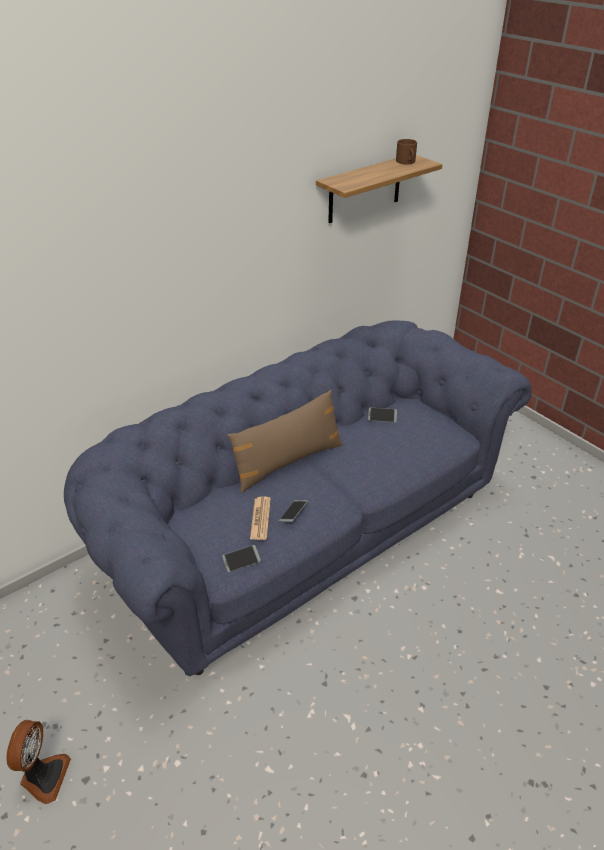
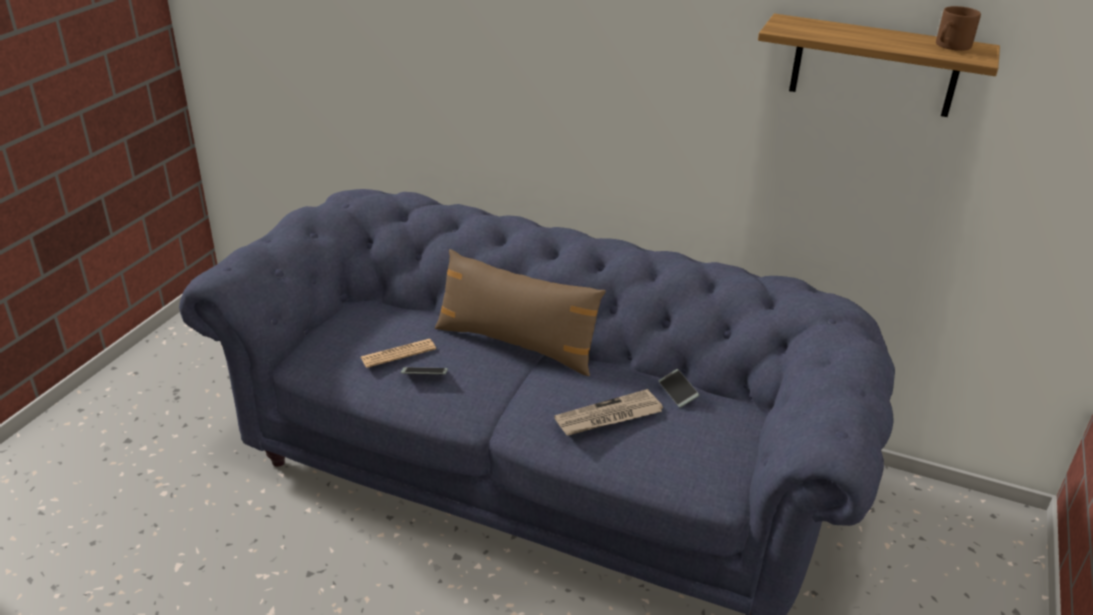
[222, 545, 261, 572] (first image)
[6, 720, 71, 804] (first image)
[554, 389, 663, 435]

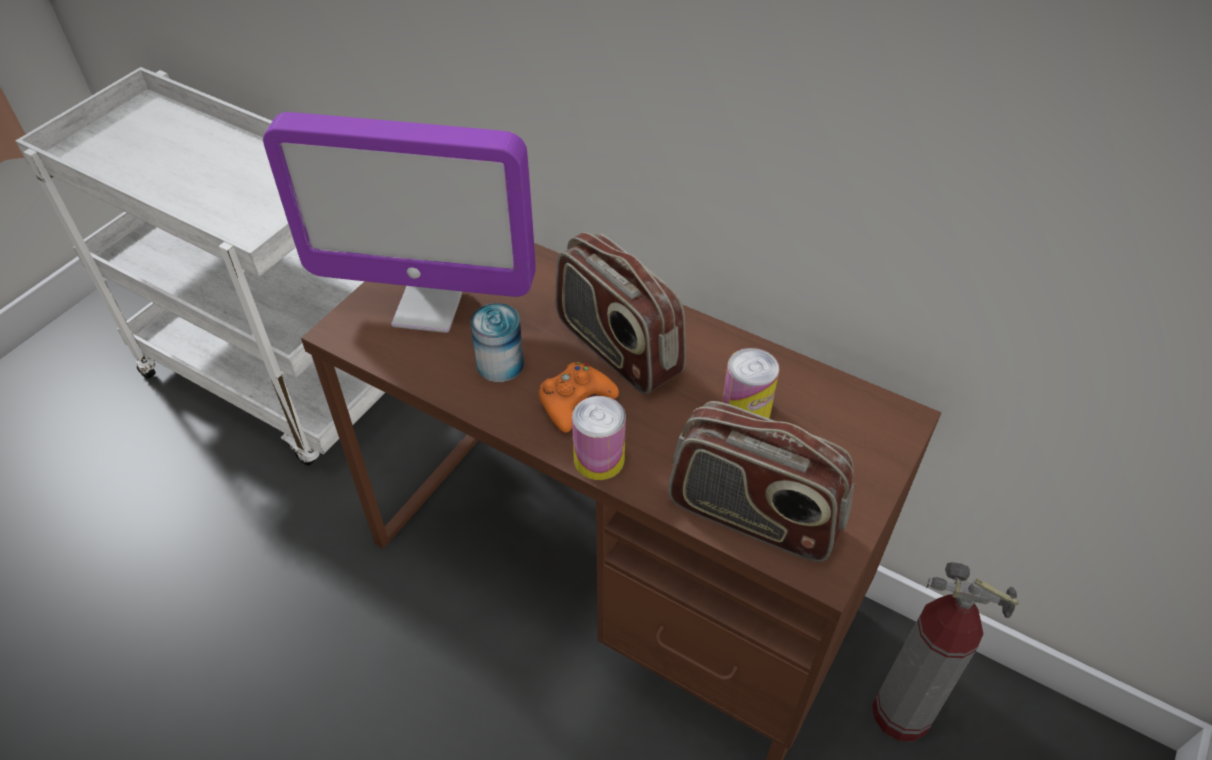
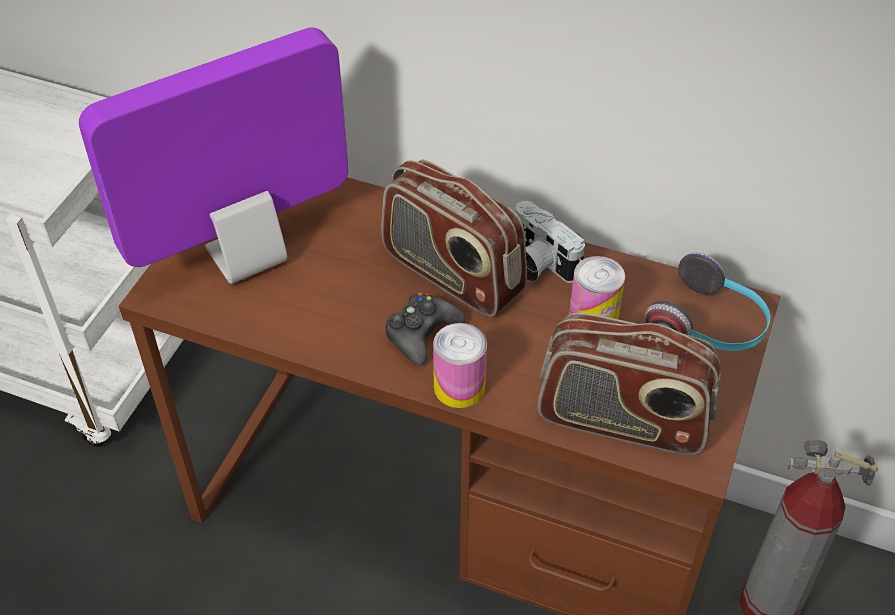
[79, 27, 348, 284]
[470, 303, 524, 382] (first image)
[385, 292, 465, 366]
[516, 201, 585, 283]
[644, 253, 770, 351]

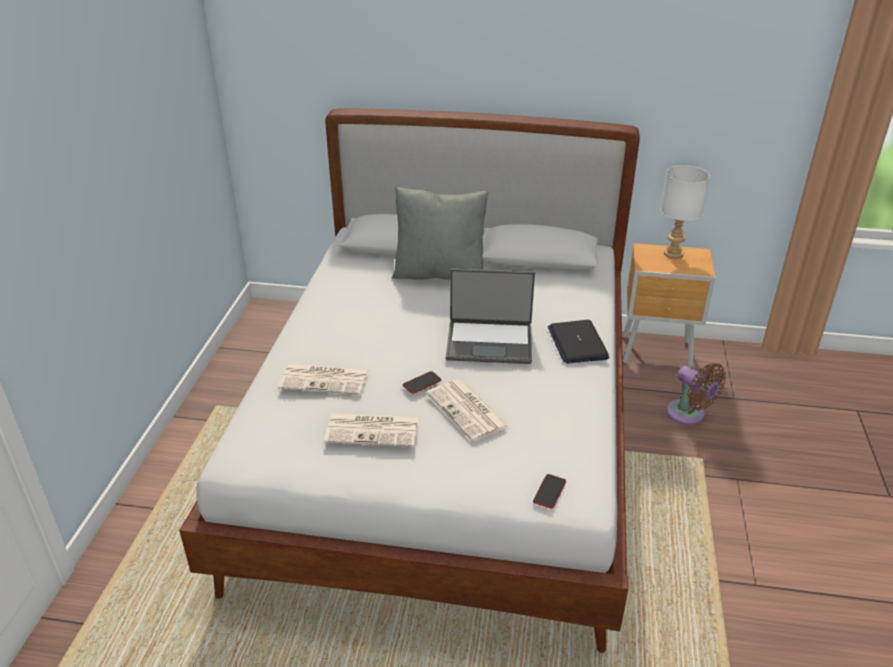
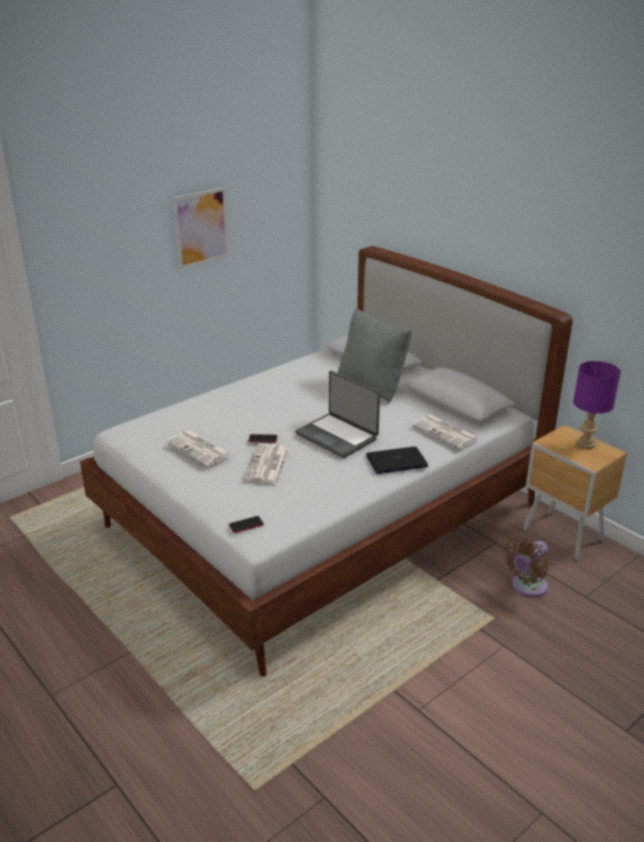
[573, 361, 621, 449]
[366, 446, 428, 474]
[504, 537, 548, 597]
[412, 415, 479, 449]
[173, 187, 229, 270]

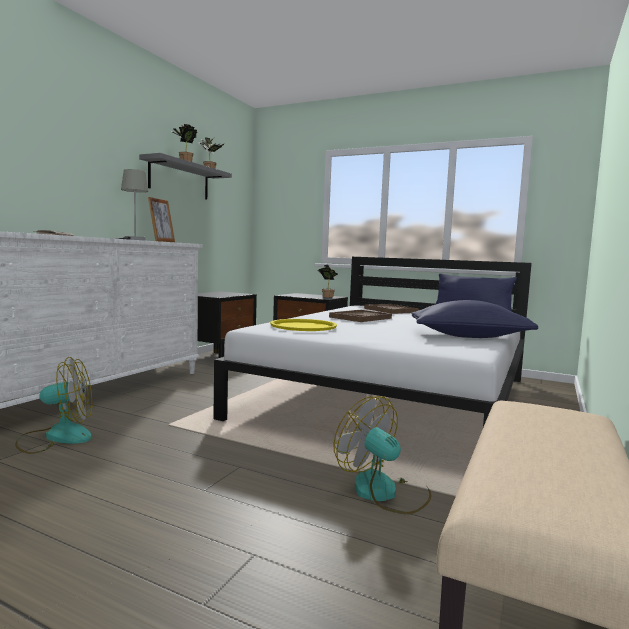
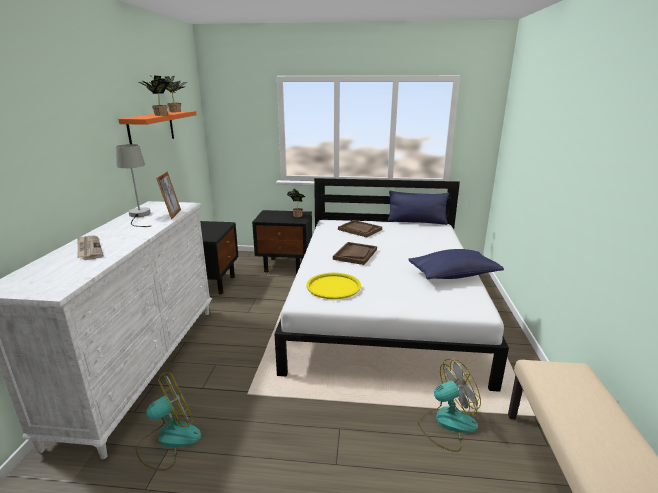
[118, 111, 197, 144]
[418, 359, 481, 452]

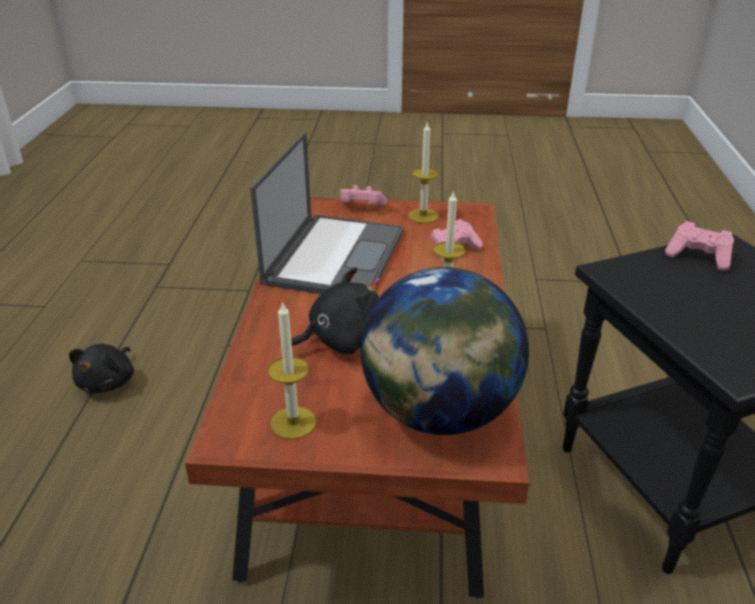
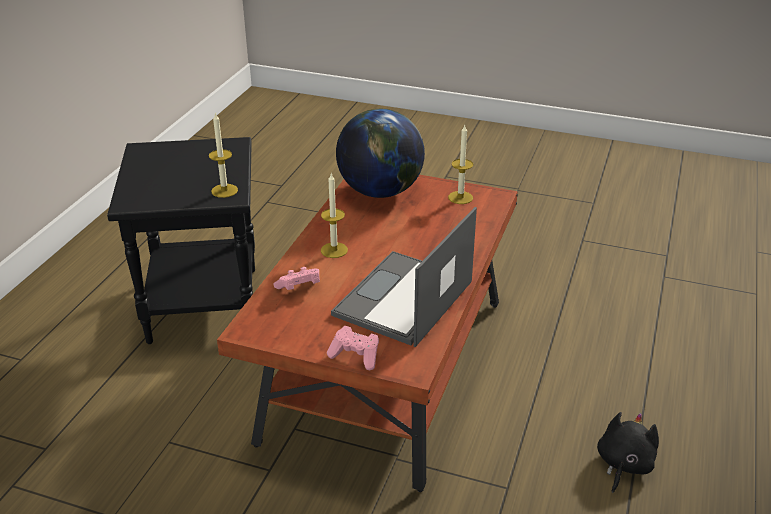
[209, 112, 238, 198]
[665, 221, 734, 271] (first image)
[291, 267, 380, 355] (first image)

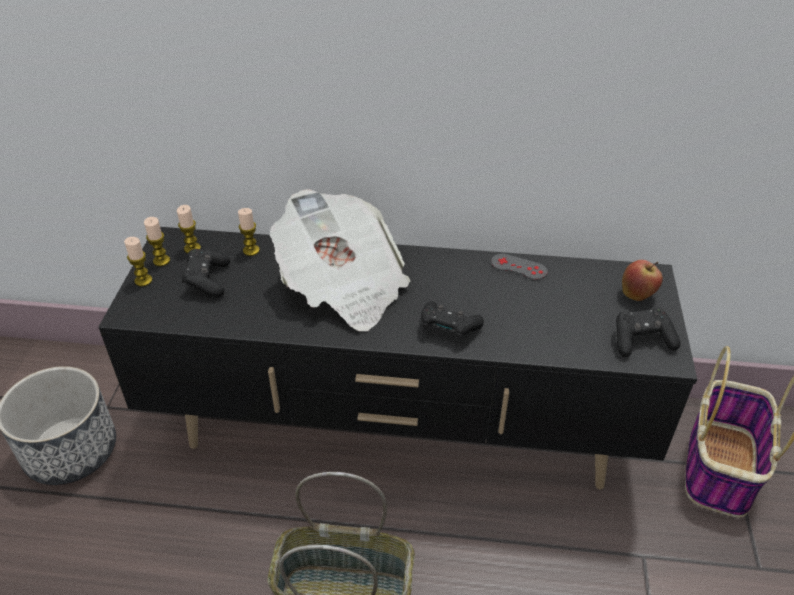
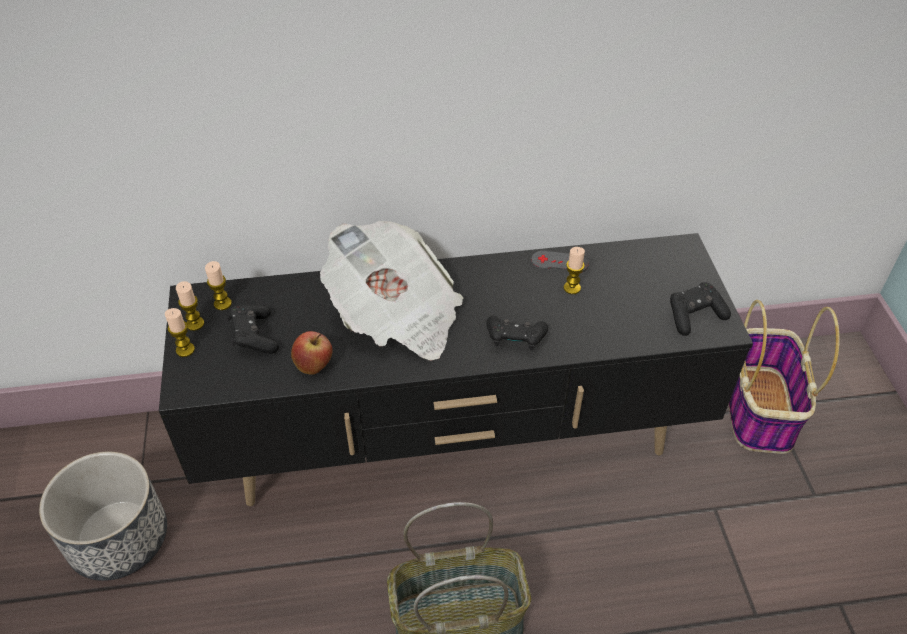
[563, 247, 585, 294]
[291, 331, 333, 375]

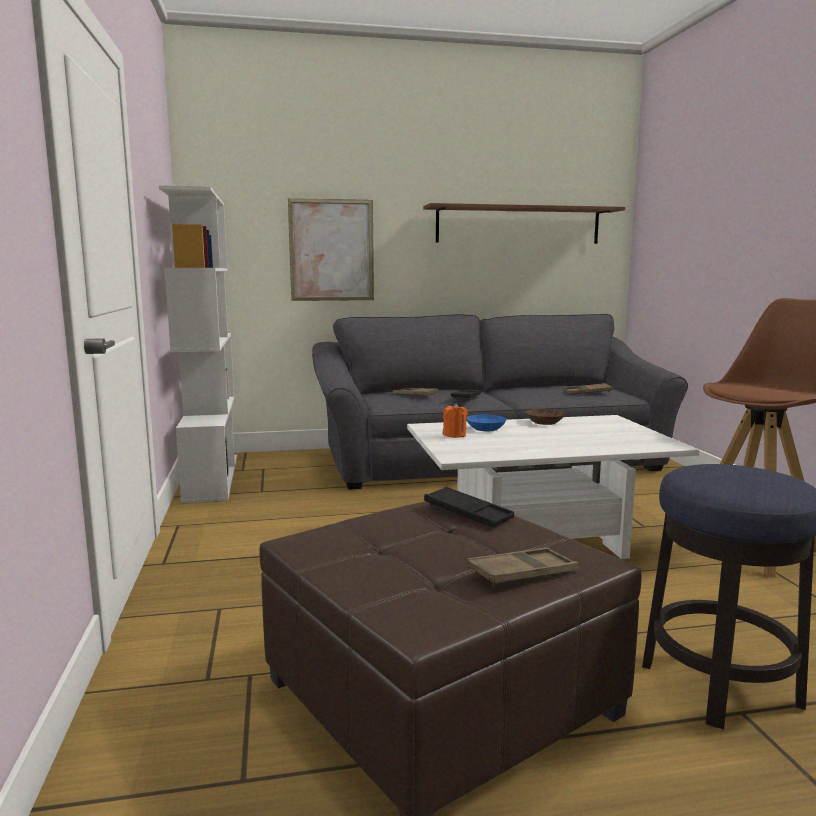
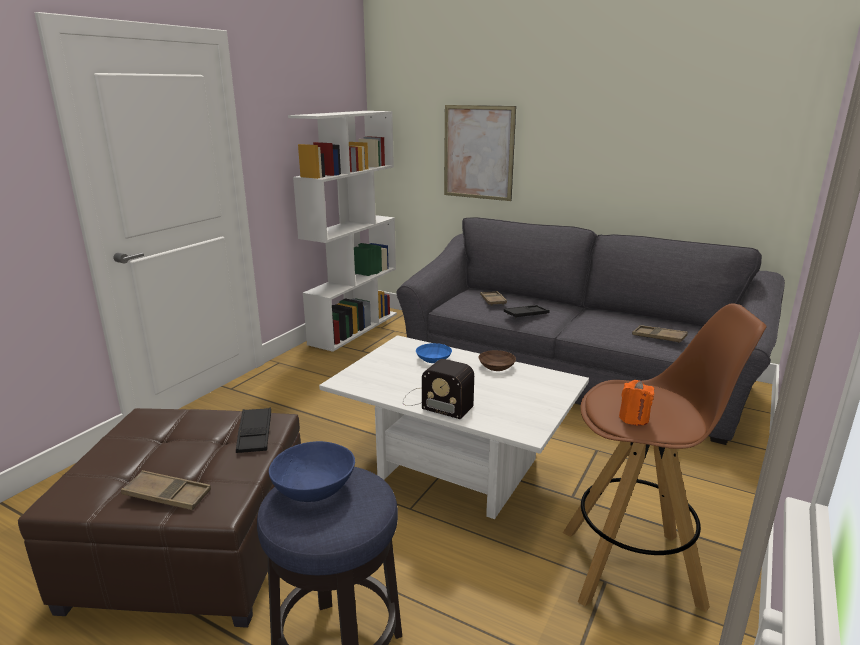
[423, 203, 625, 244] (first image)
[619, 380, 654, 426]
[403, 359, 474, 419]
[269, 441, 355, 502]

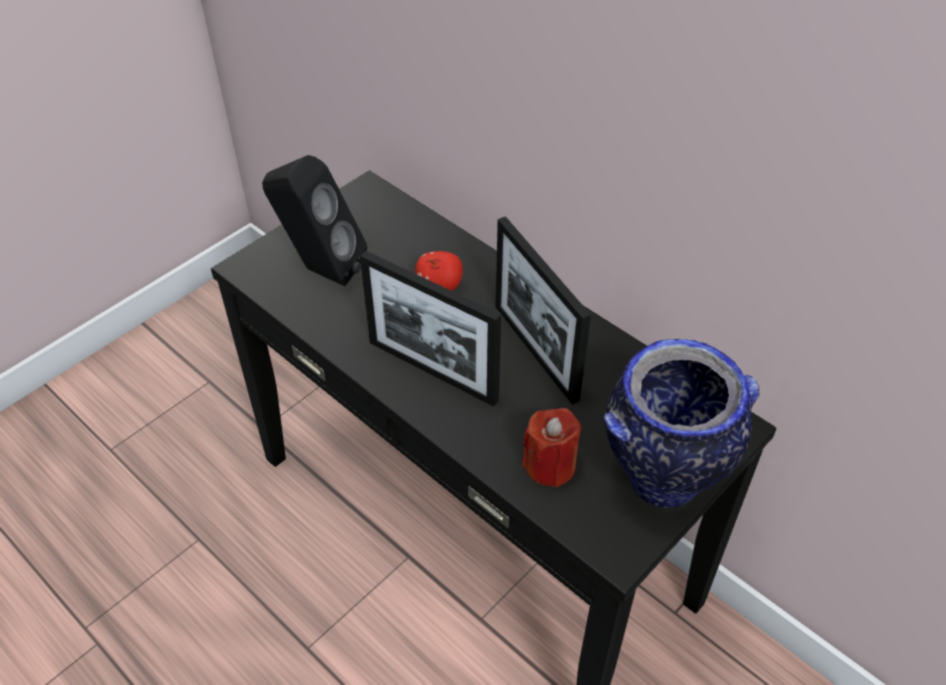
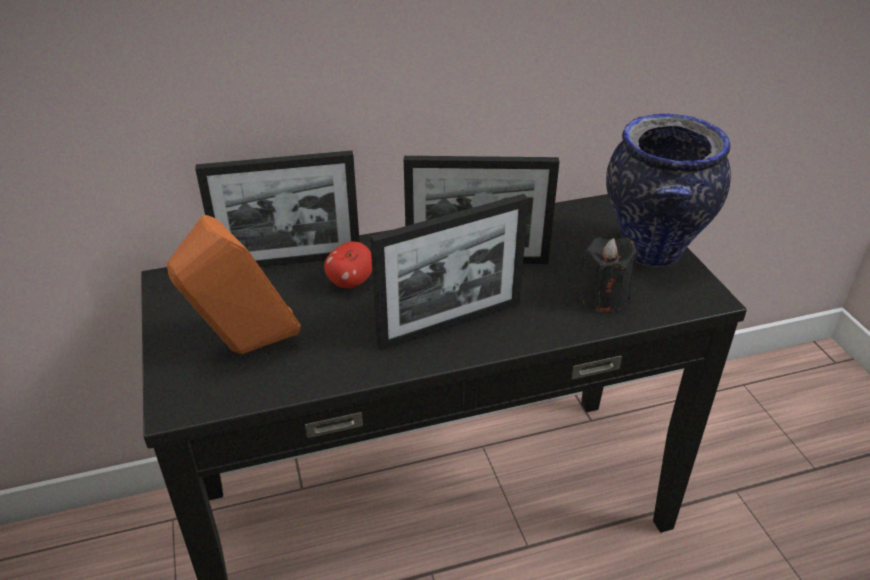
[167, 215, 301, 354]
[580, 237, 637, 312]
[195, 150, 360, 267]

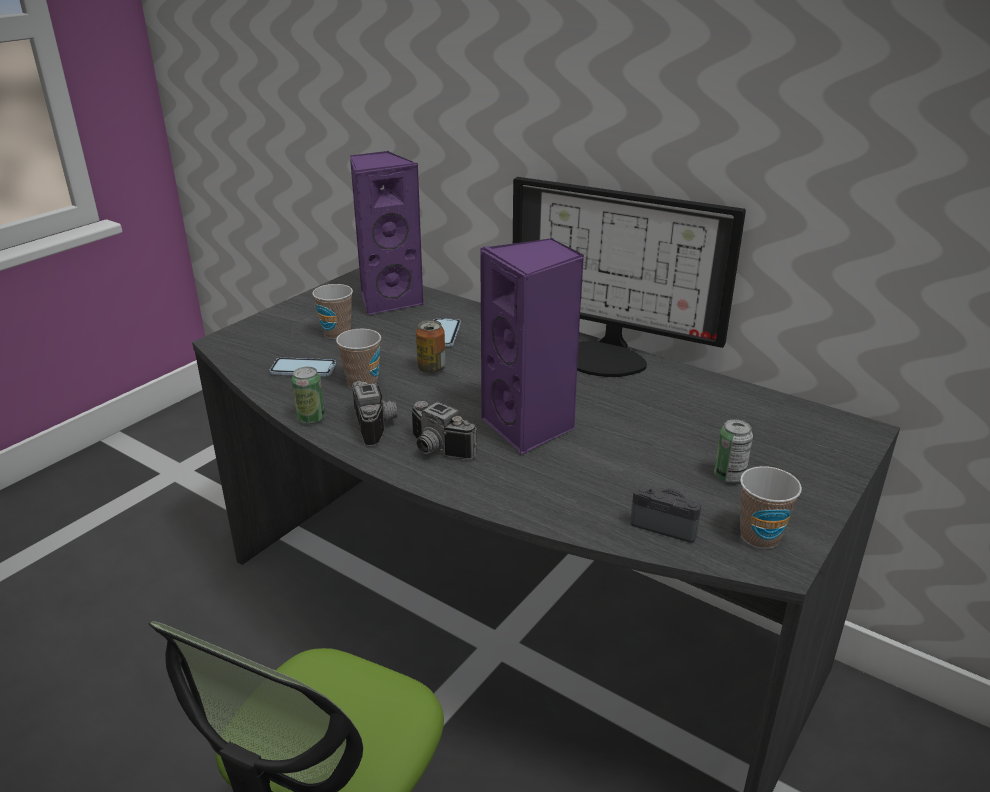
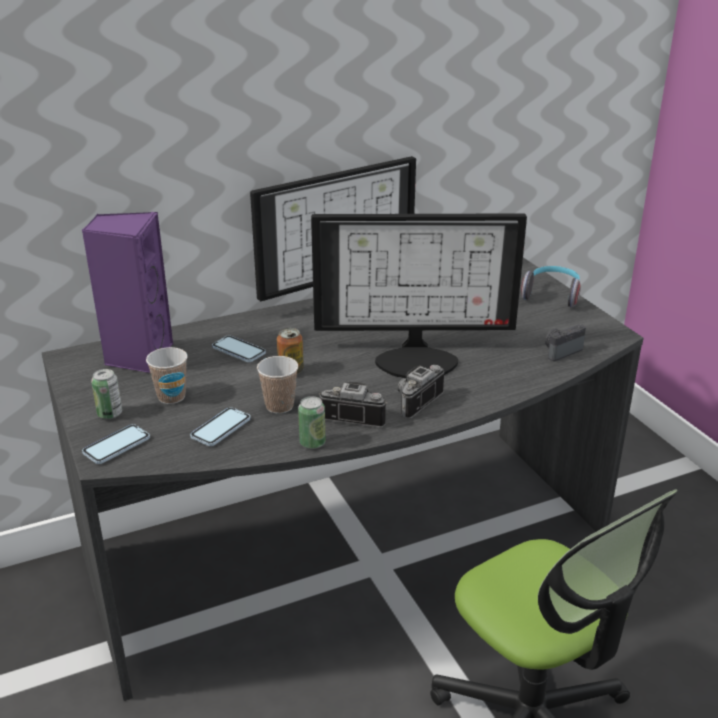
[311, 213, 527, 378]
[398, 365, 444, 419]
[91, 369, 122, 419]
[740, 466, 802, 549] (first image)
[521, 266, 581, 308]
[82, 424, 150, 464]

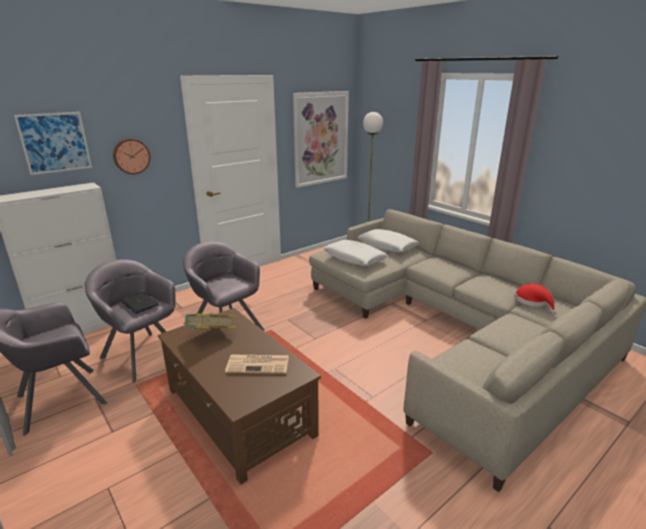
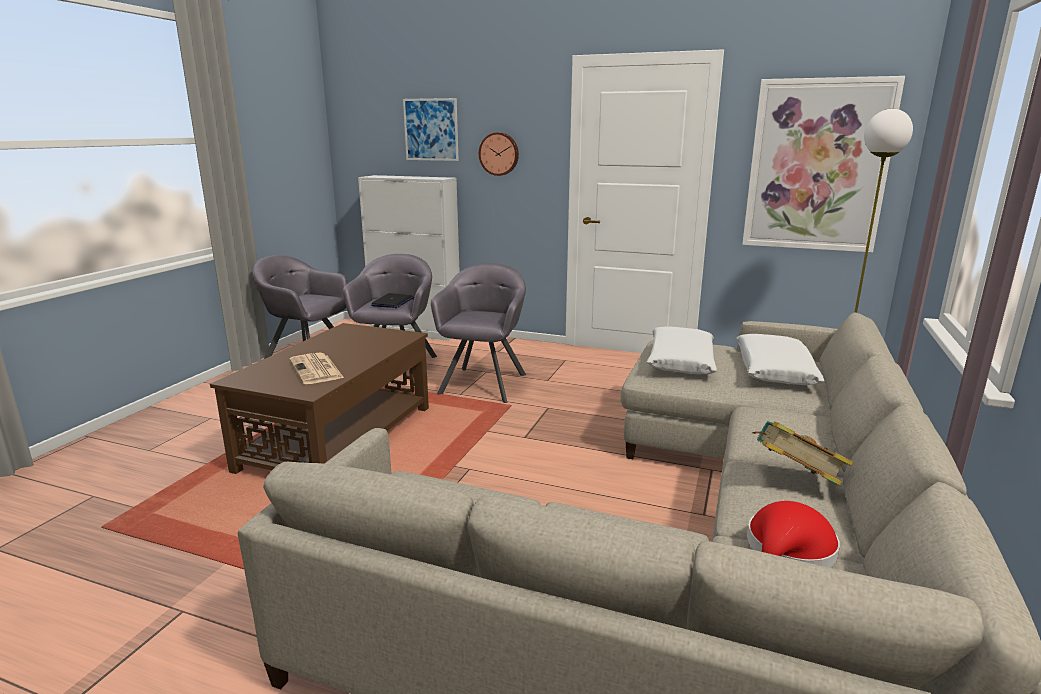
[752, 421, 853, 486]

